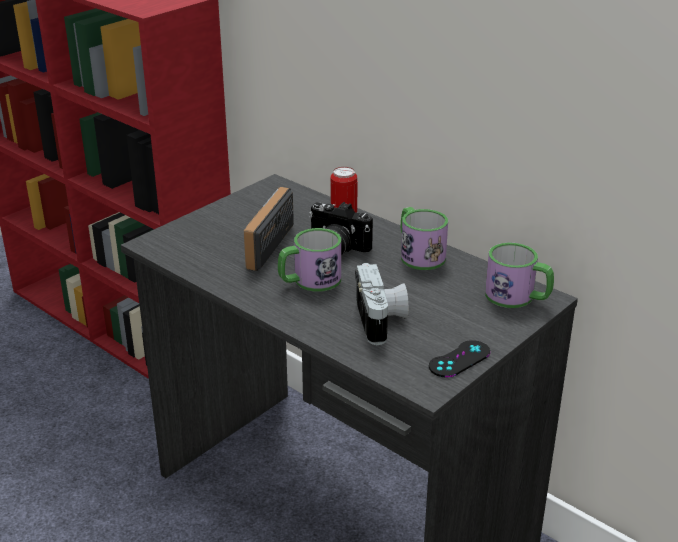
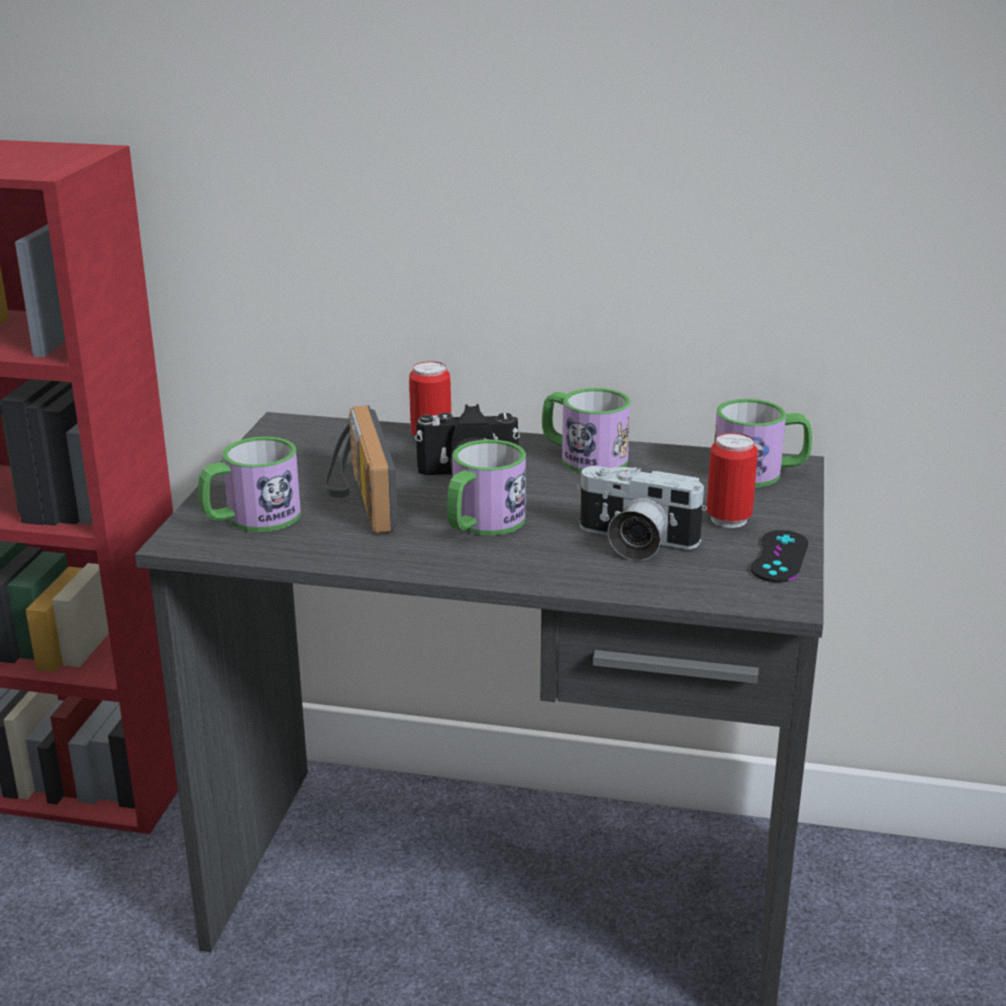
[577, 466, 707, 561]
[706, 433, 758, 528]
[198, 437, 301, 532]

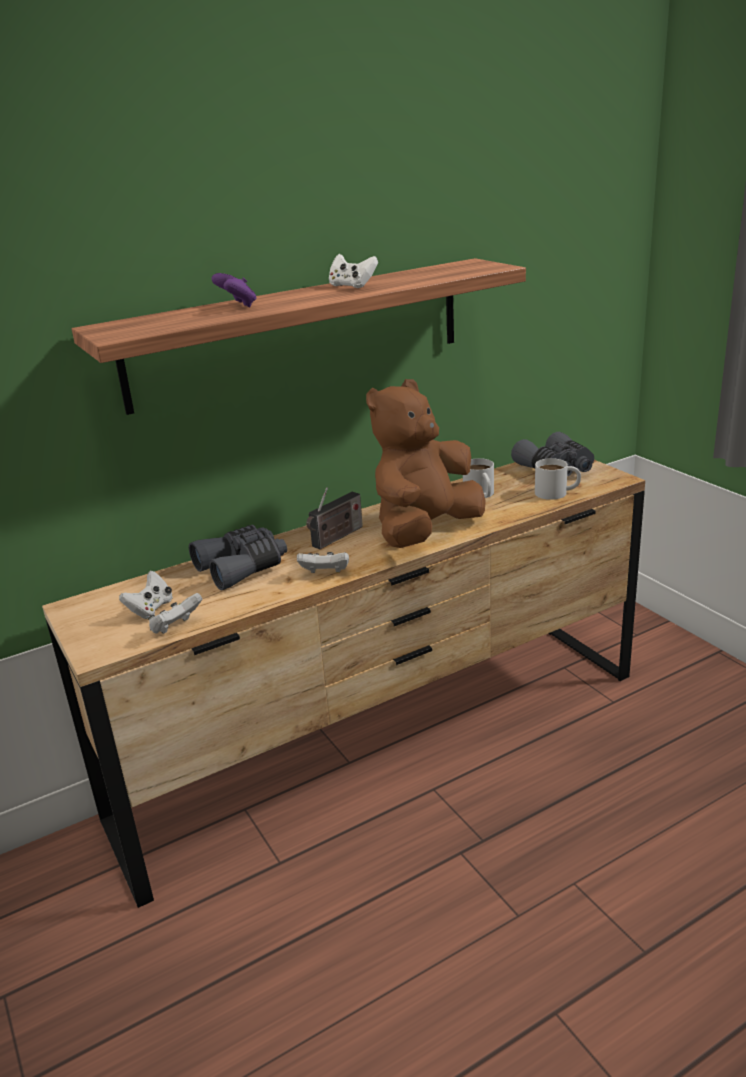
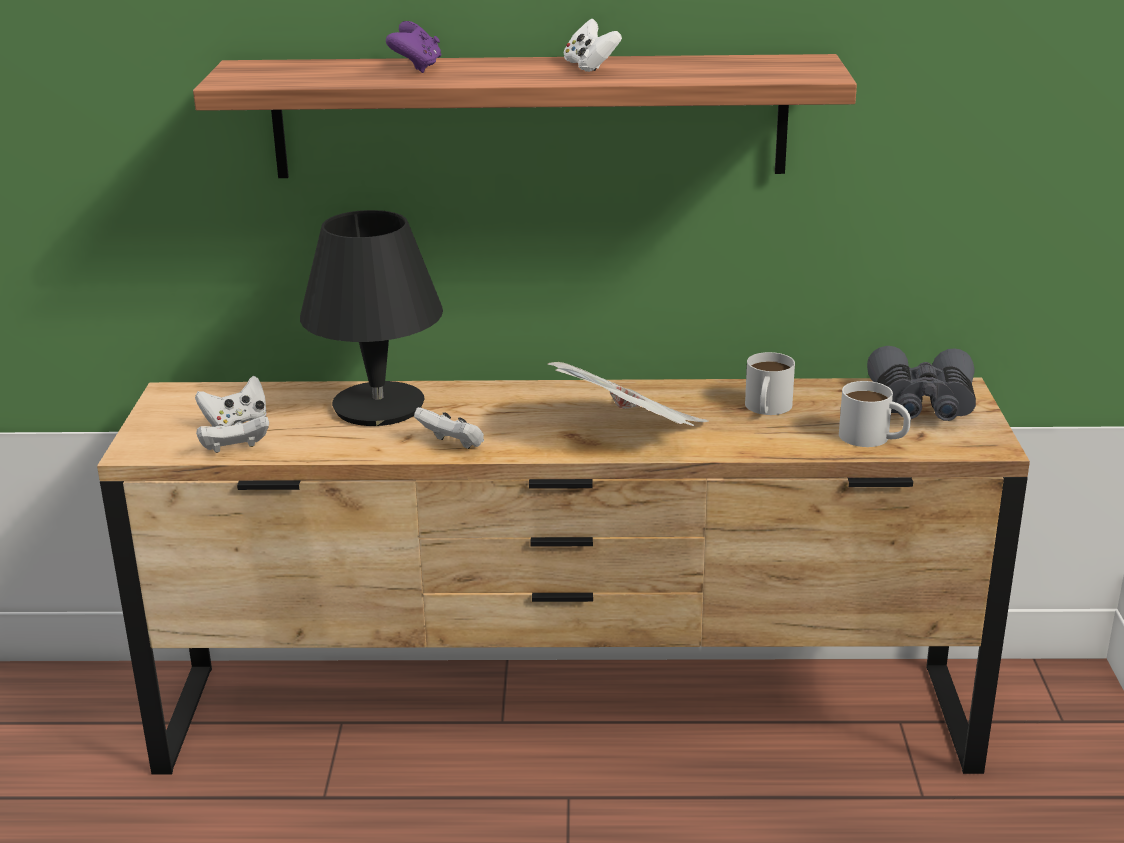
[548, 362, 709, 426]
[306, 487, 363, 549] (first image)
[300, 210, 443, 426]

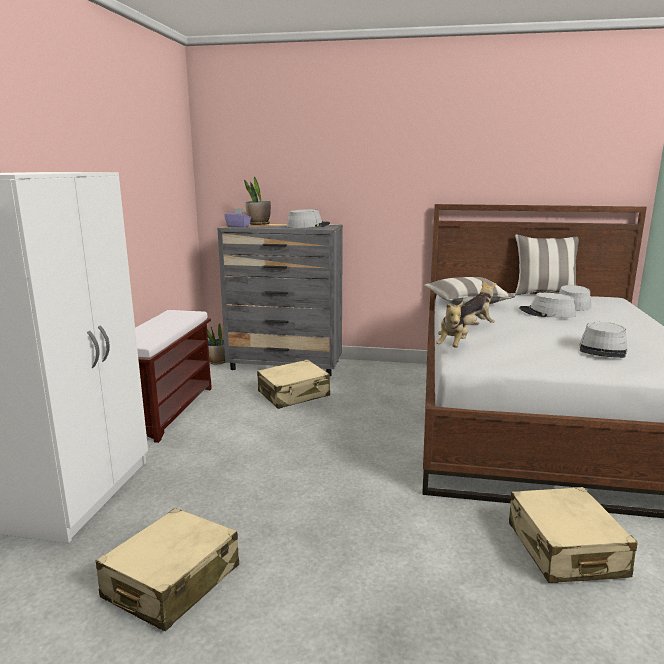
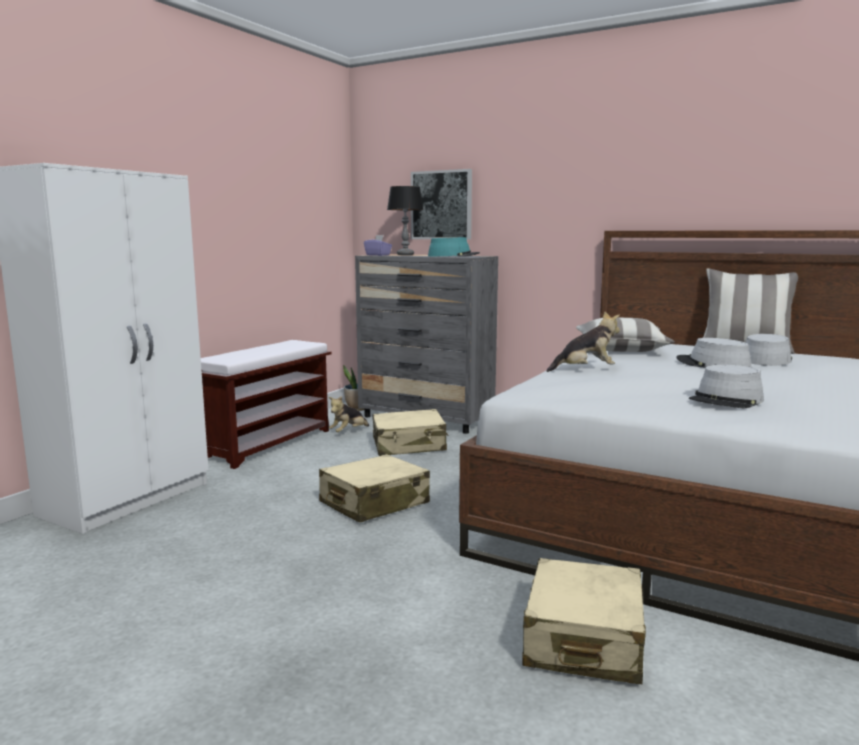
[387, 186, 423, 255]
[428, 237, 480, 256]
[329, 396, 369, 432]
[319, 454, 430, 523]
[411, 169, 472, 240]

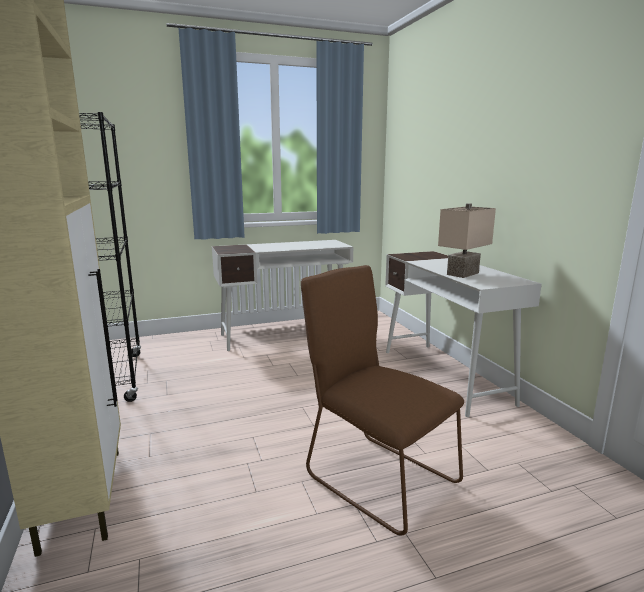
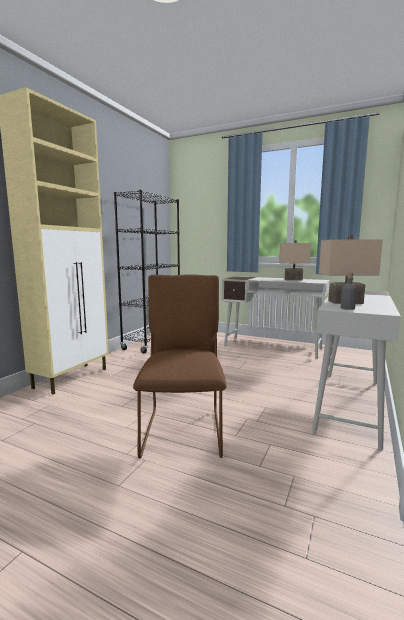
[279, 240, 311, 280]
[341, 273, 357, 310]

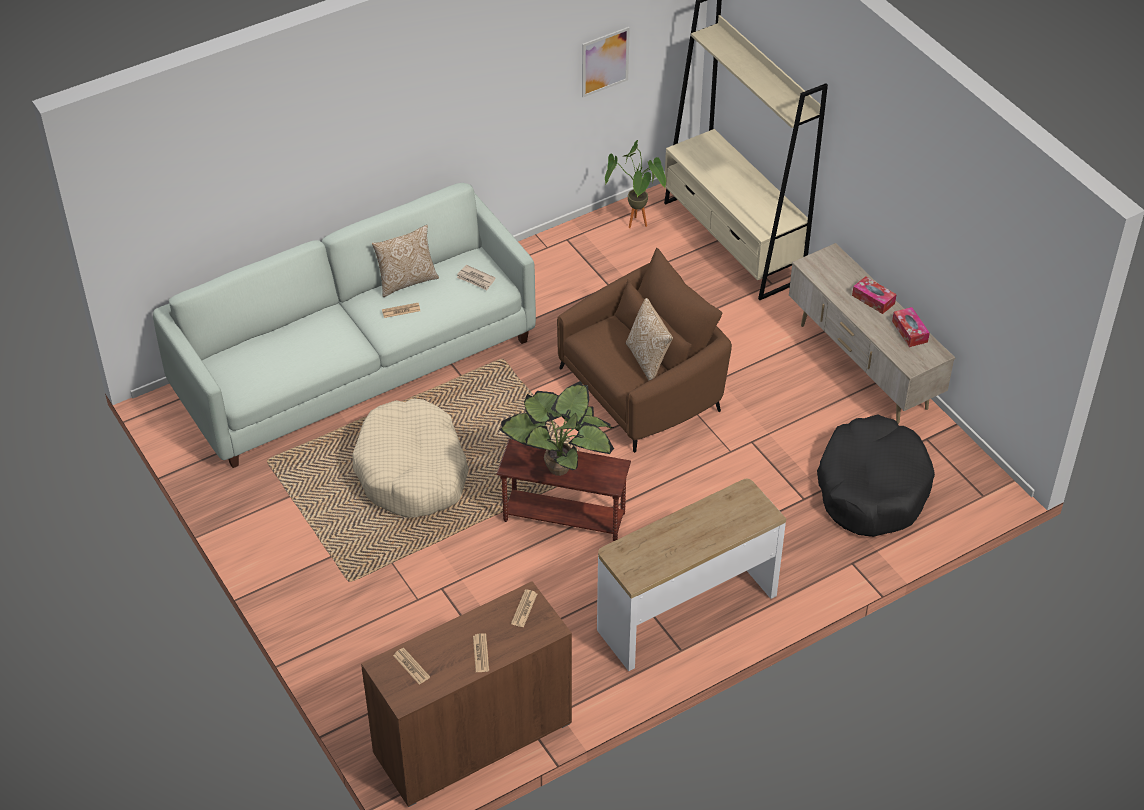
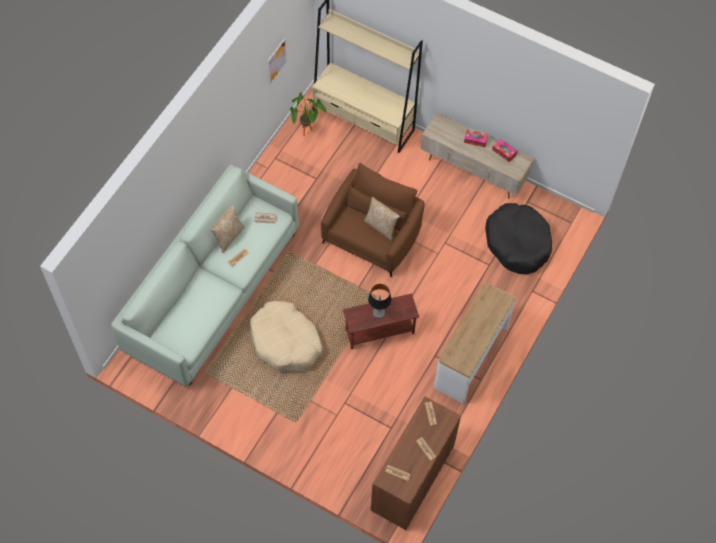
[368, 284, 392, 318]

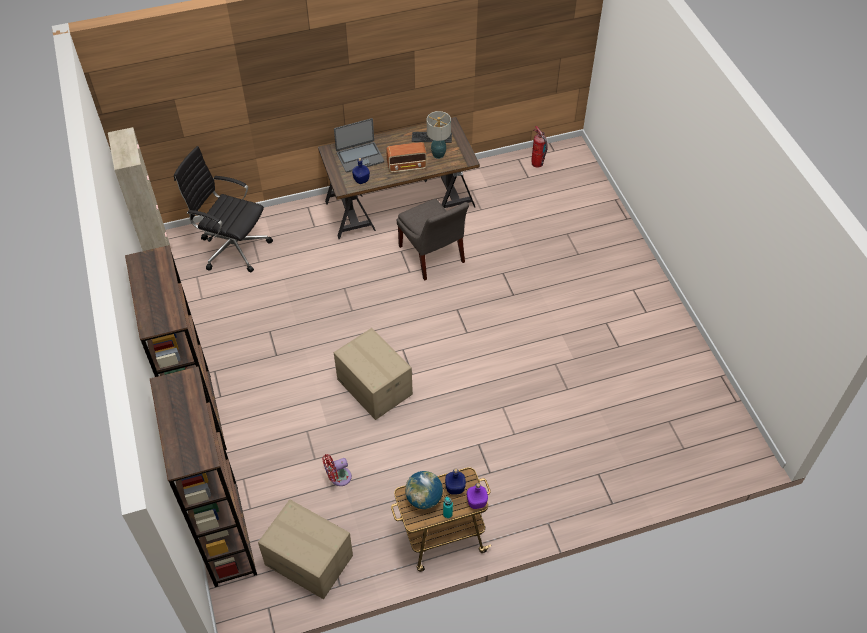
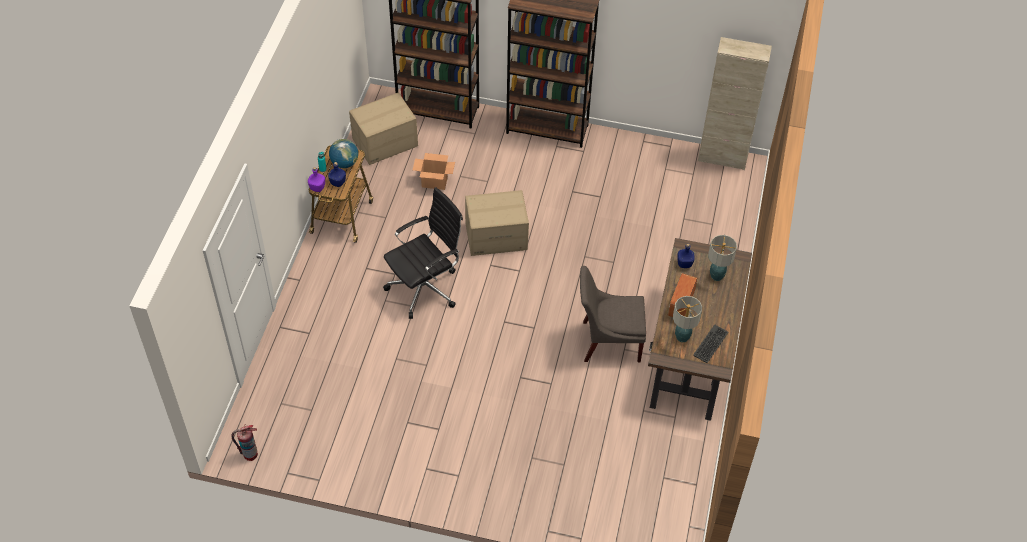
[708, 235, 737, 281]
[231, 424, 258, 461]
[383, 187, 463, 319]
[413, 153, 455, 190]

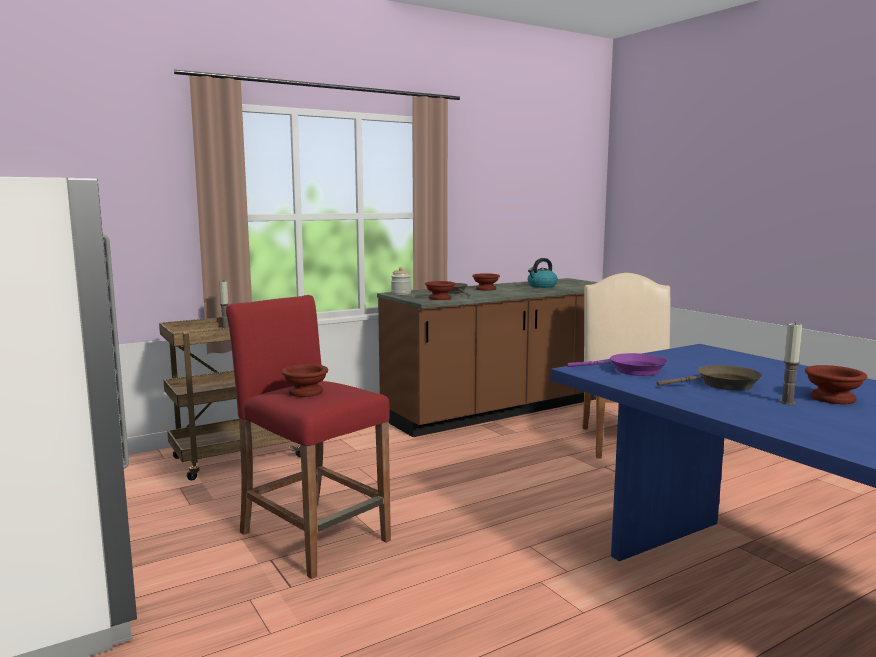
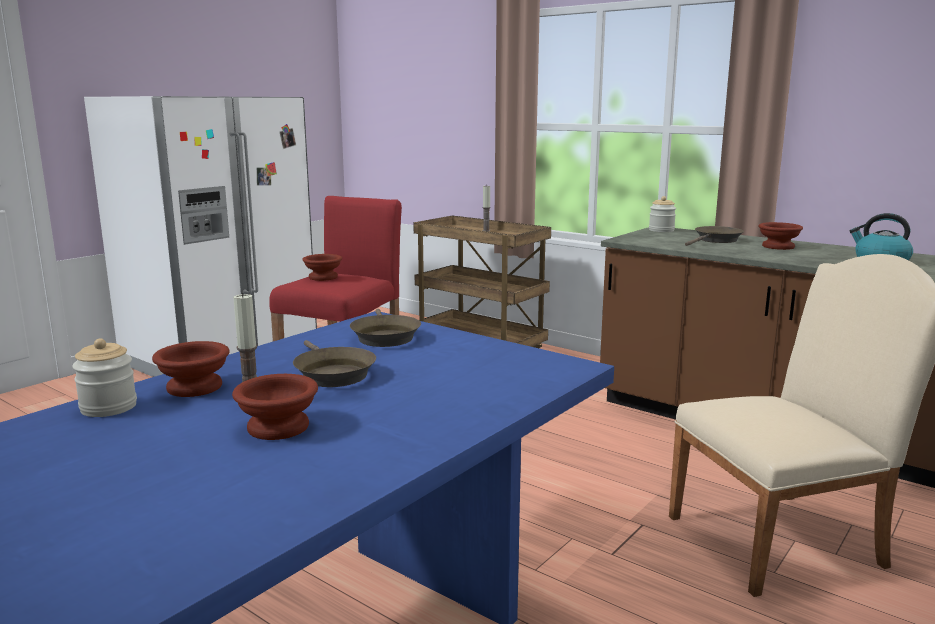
[152, 341, 229, 397]
[350, 309, 421, 347]
[72, 338, 137, 417]

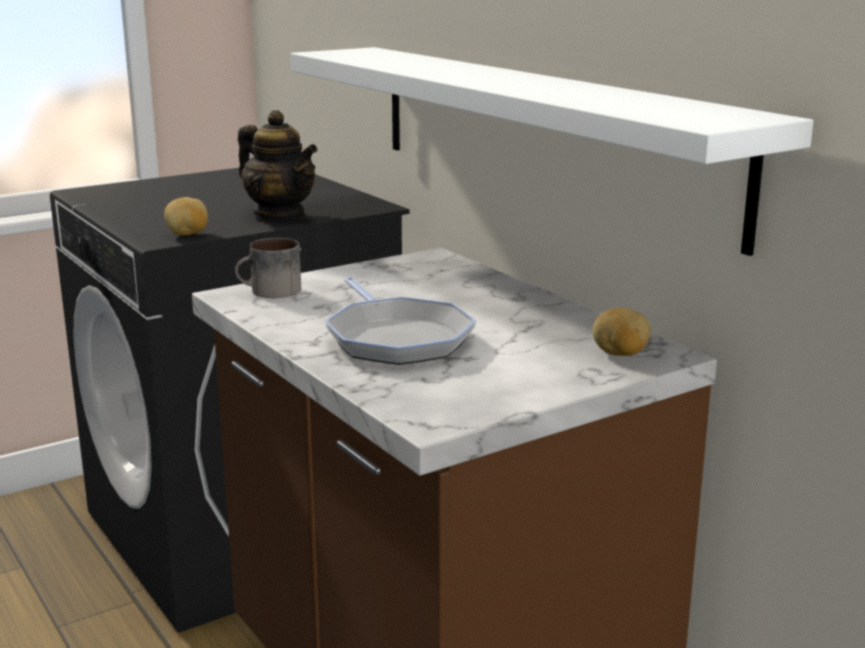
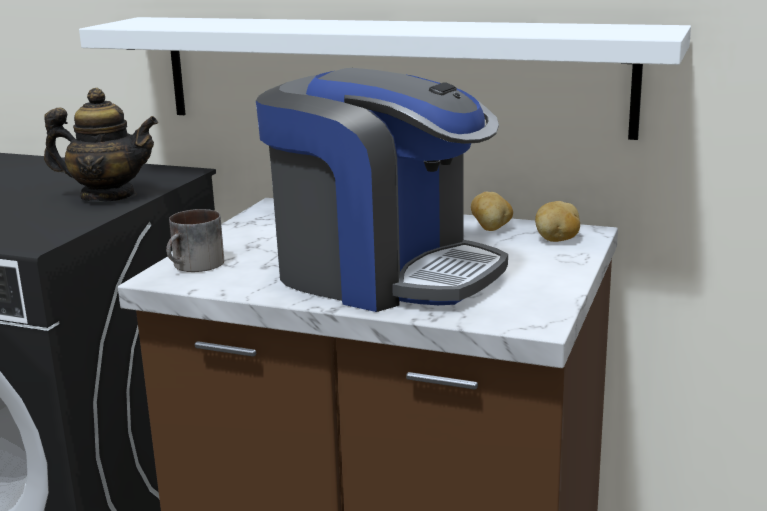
[471, 192, 513, 231]
[256, 68, 508, 312]

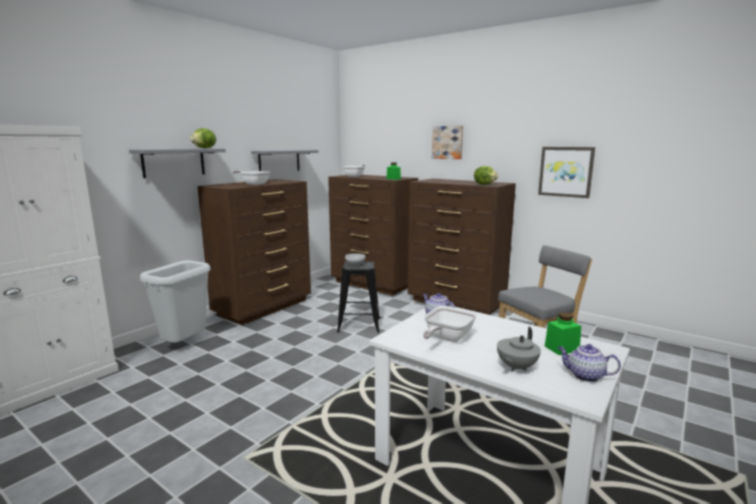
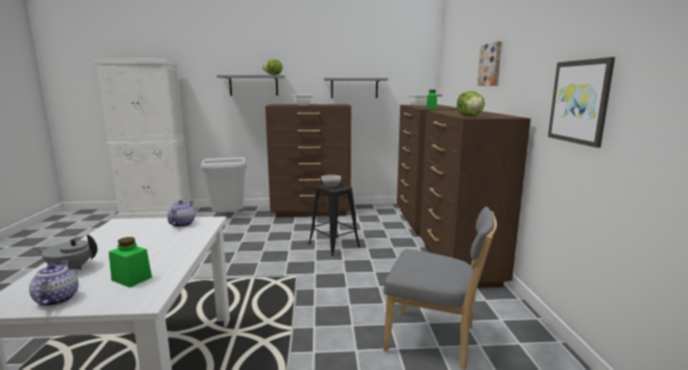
[423, 306, 477, 342] (first image)

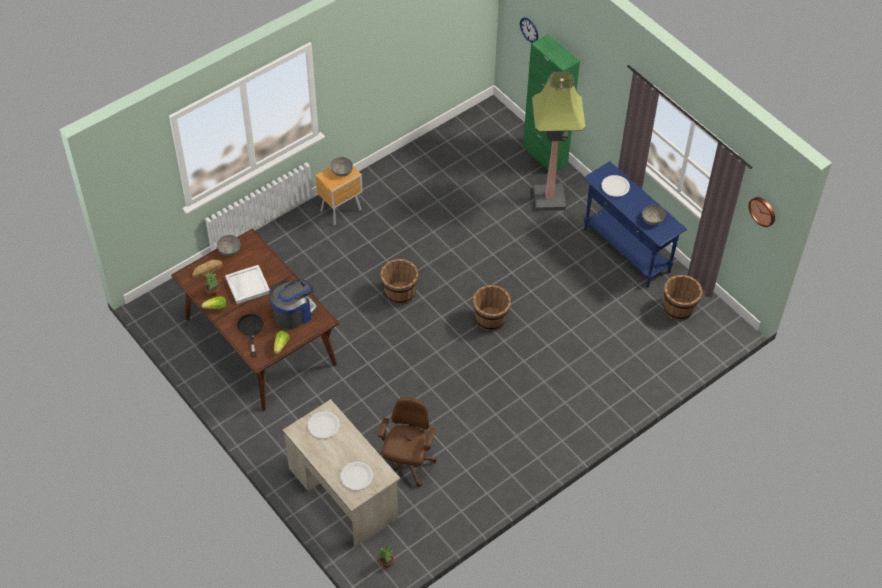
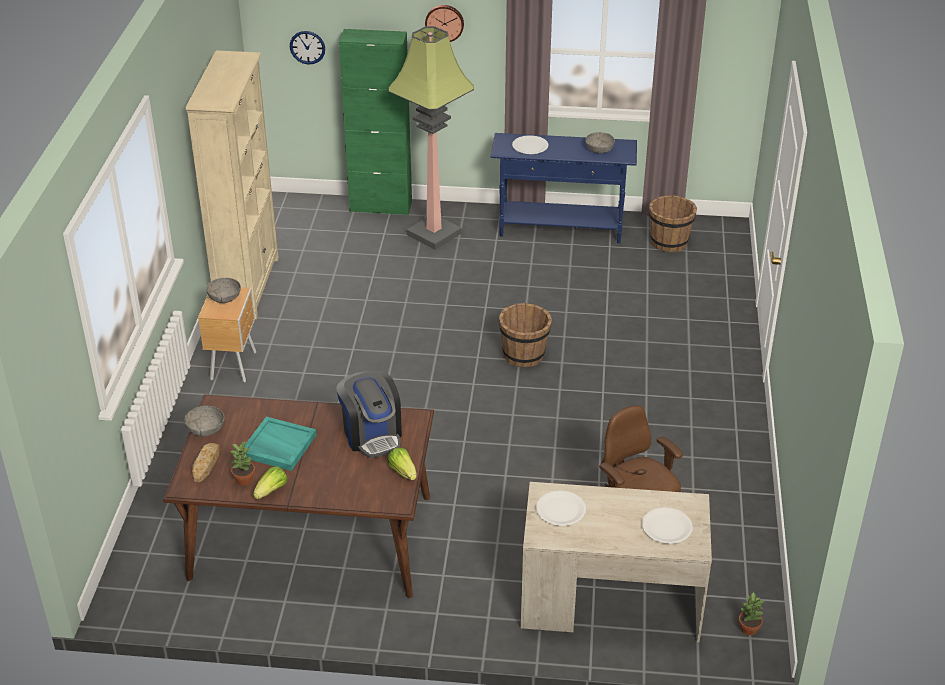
[425, 5, 464, 42]
[380, 259, 418, 305] (first image)
[245, 417, 316, 471]
[336, 370, 402, 458]
[237, 314, 263, 357] (first image)
[186, 50, 279, 319]

